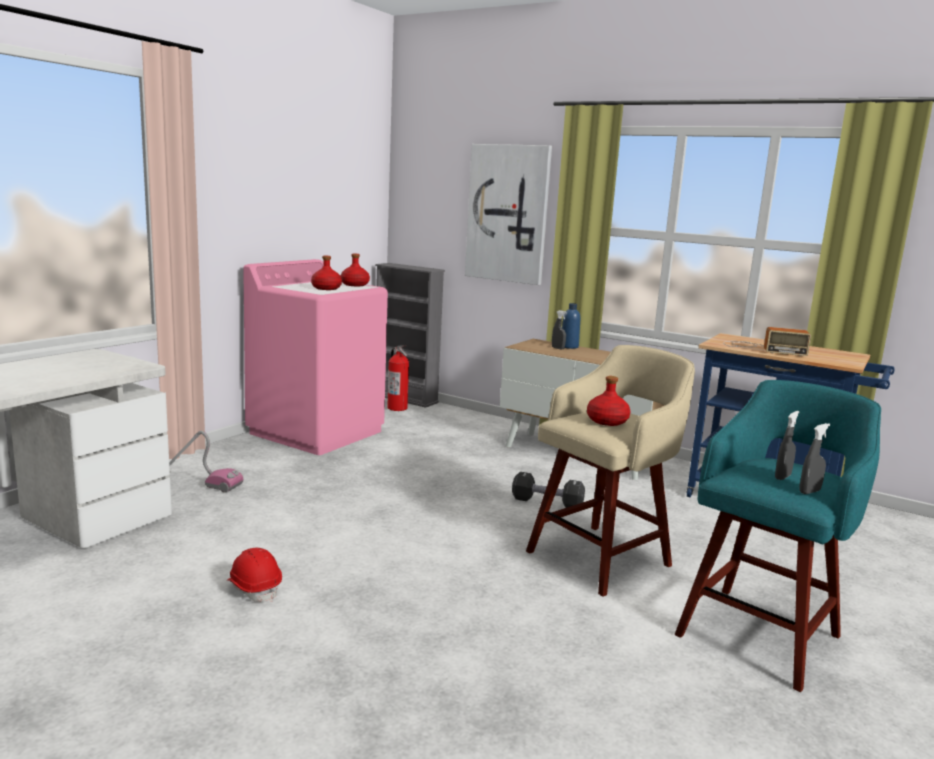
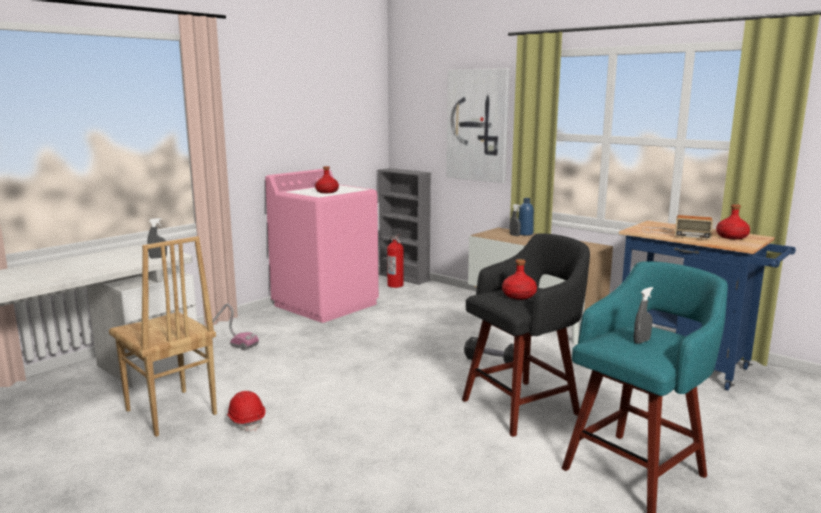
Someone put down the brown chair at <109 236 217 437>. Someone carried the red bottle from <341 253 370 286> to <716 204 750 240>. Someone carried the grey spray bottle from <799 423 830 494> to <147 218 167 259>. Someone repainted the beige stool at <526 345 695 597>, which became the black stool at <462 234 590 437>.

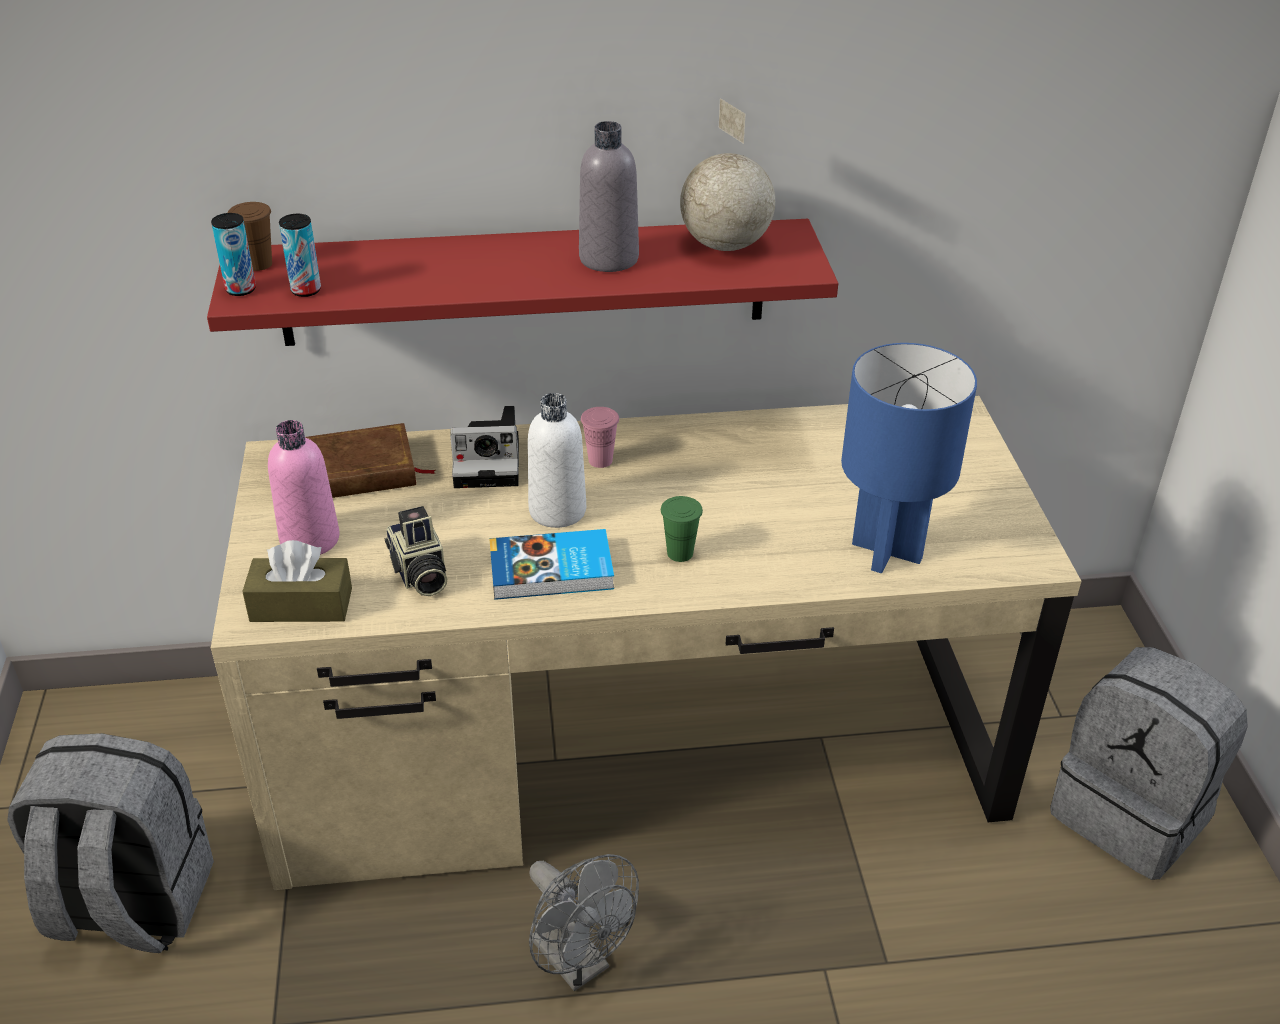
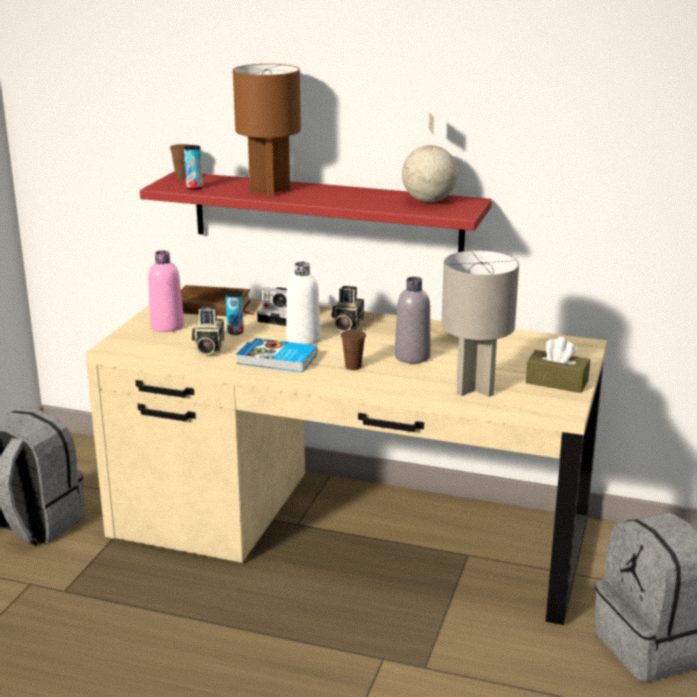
Someone took away the grey fan at <529 854 639 991>. Someone put down the brown table lamp at <233 64 301 197>. Someone carried the can from <211 213 256 296> to <225 290 244 335>. Someone carried the brown tissue box from <242 540 352 622> to <526 337 590 393>. Someone carried the grey bottle from <579 121 639 272> to <395 277 430 363>. Someone swapped the pink cup at <581 407 619 468> for the photo camera at <331 286 364 332>. Someone repainted the green cup at <661 496 703 562>, which became the brown cup at <341 330 366 370>. Someone repainted the blue table lamp at <841 343 977 573>, which became the grey table lamp at <441 250 519 397>.

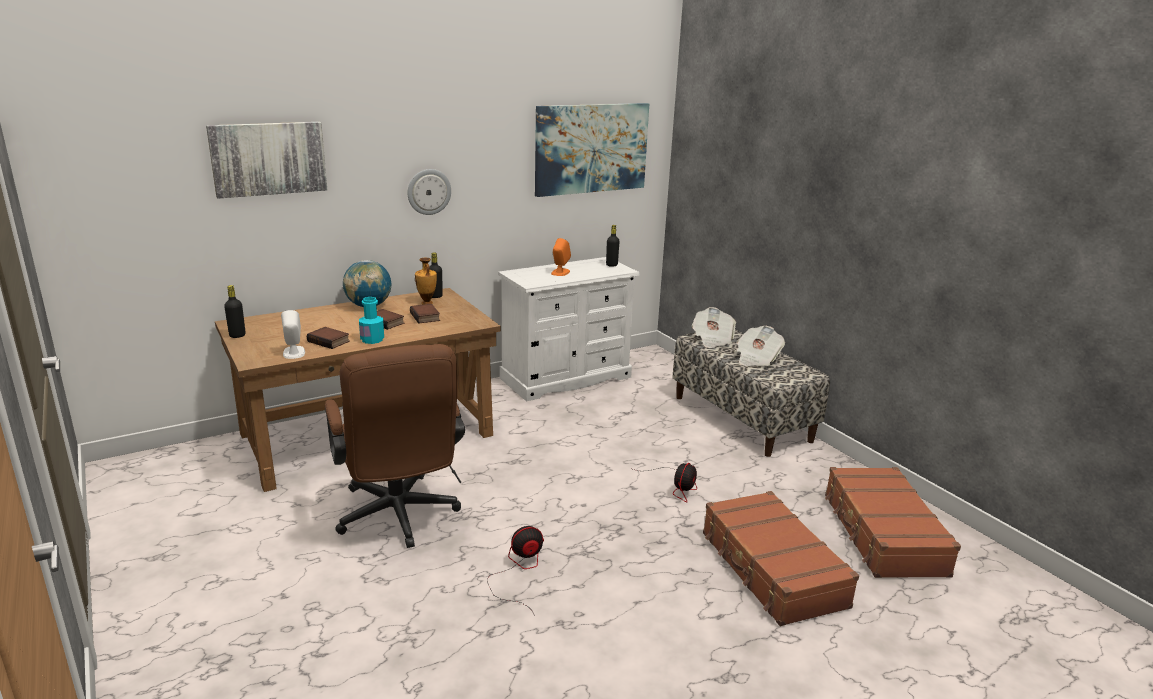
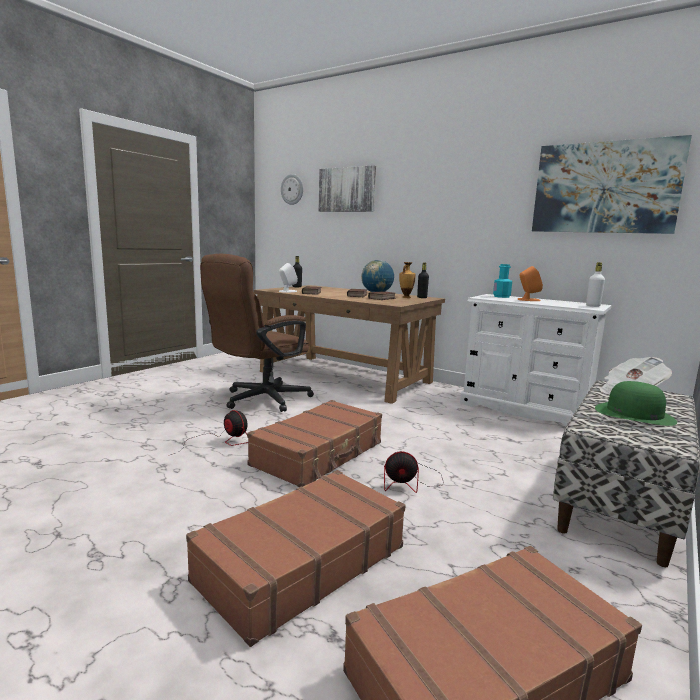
Someone put down the brown suitcase at <247 400 382 487>. Someone carried the turquoise bottle from <359 297 384 344> to <493 264 512 298>. Someone carried the wall clock from <407 169 451 215> to <281 174 303 205>. Someone swapped the newspaper at <736 326 785 366> for the green hat at <595 381 677 426>. Someone repainted the black bottle at <606 225 619 267>, which became the white bottle at <586 262 605 307>.

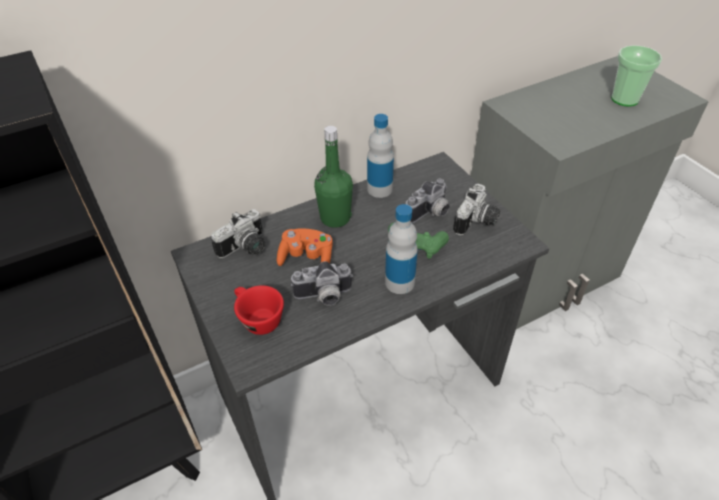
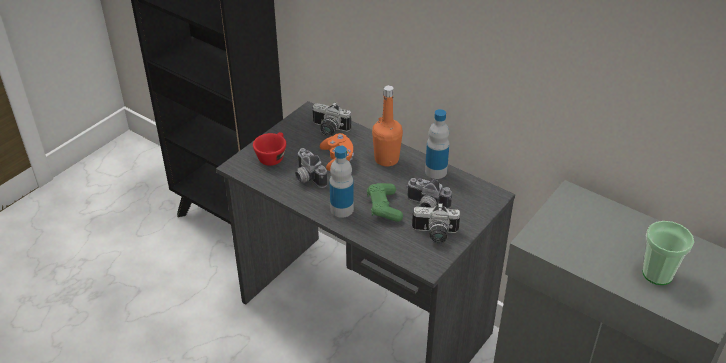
Someone repainted the green bottle at <314 126 353 228>, which became the orange bottle at <372 85 403 166>.

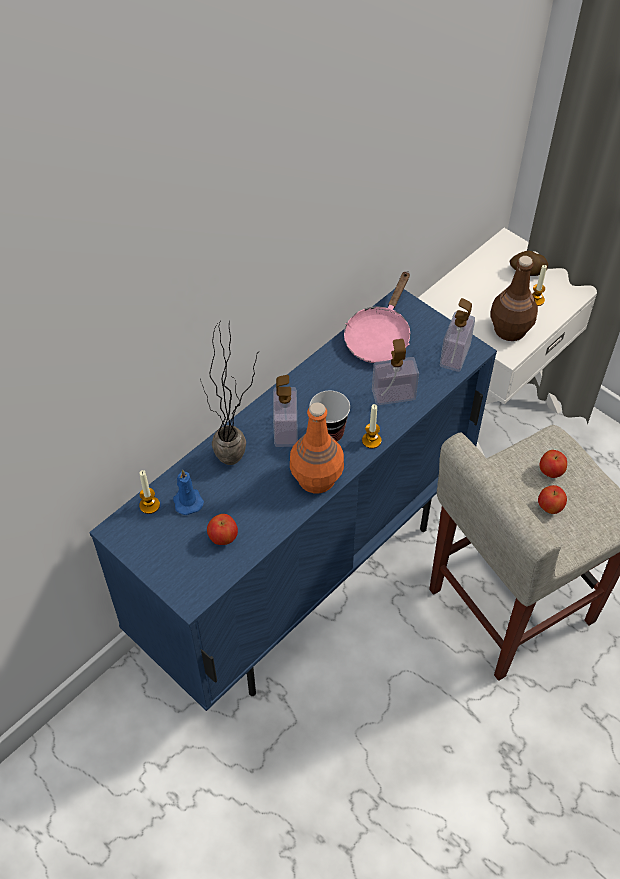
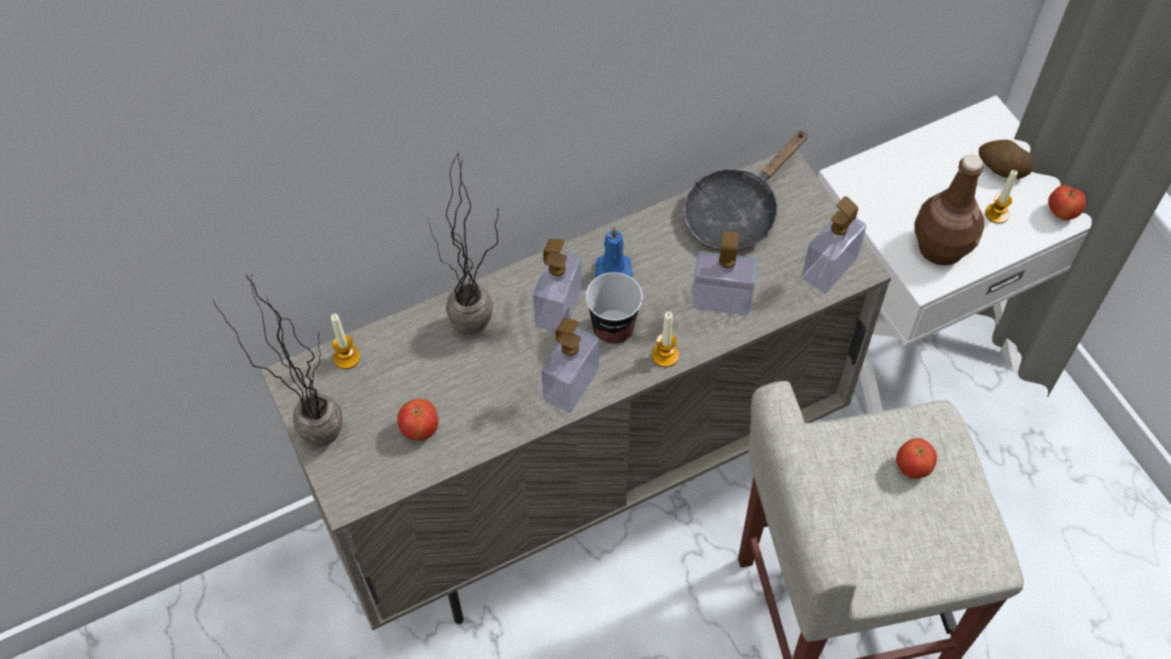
Someone put down the potted plant at <212 275 342 446>. Someone carried the blue candle from <173 469 204 515> to <595 226 633 277>. Someone carried the apple from <538 485 567 514> to <1048 185 1086 220>. Someone swapped the orange bottle at <290 403 344 493> for the soap dispenser at <542 318 599 413>. Someone repainted the blue cabinet at <89 289 497 711>, which became the beige cabinet at <261 150 891 630>. Someone repainted the pink frying pan at <344 271 410 363>, which became the black frying pan at <684 130 808 251>.

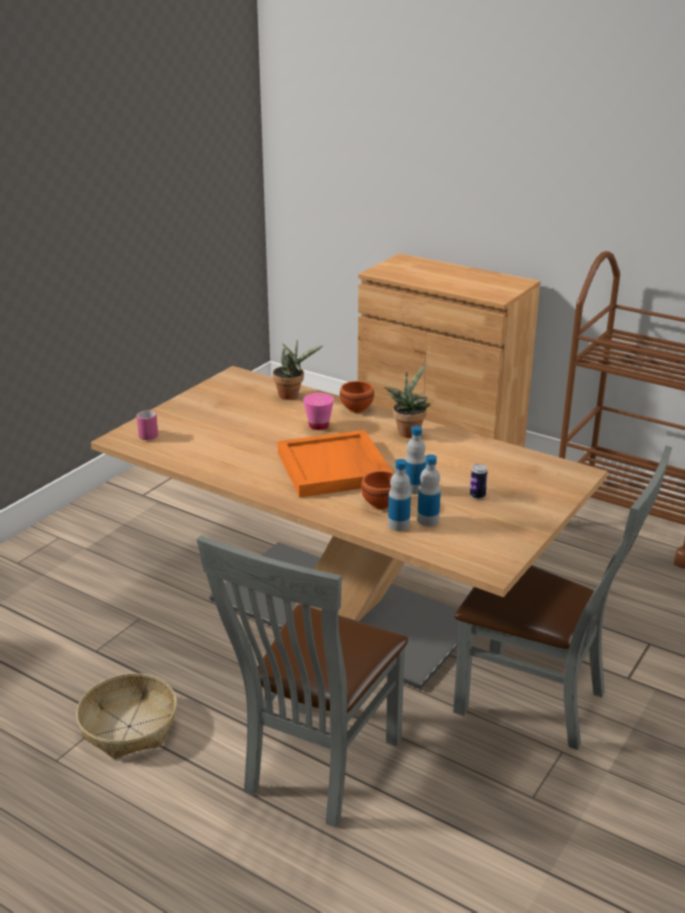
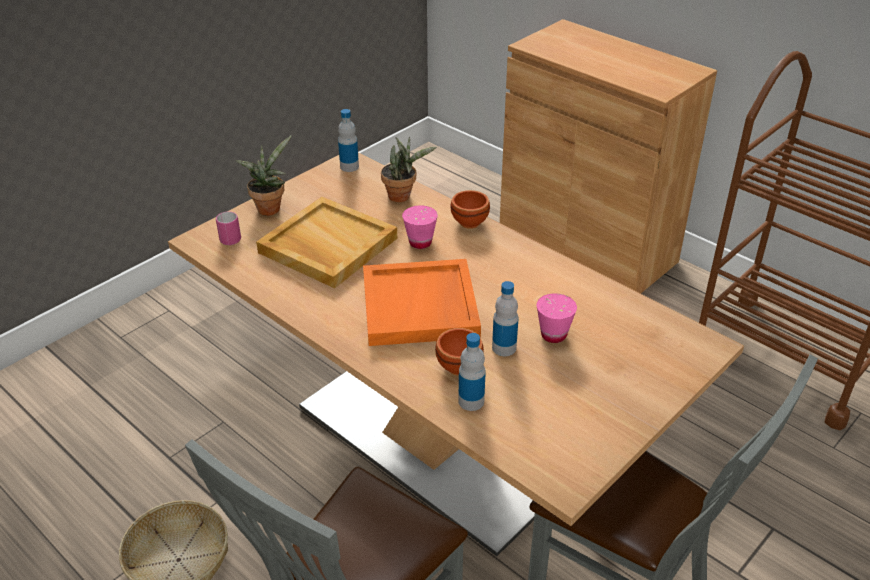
Someone took away the can at <470 464 488 499>. Someone put down the beige tray at <256 197 397 288>. Someone put down the pink cup at <537 293 577 343>. Someone carried the potted plant from <384 363 431 438> to <235 135 292 216>. Someone carried the bottle from <417 454 441 526> to <338 109 359 172>.

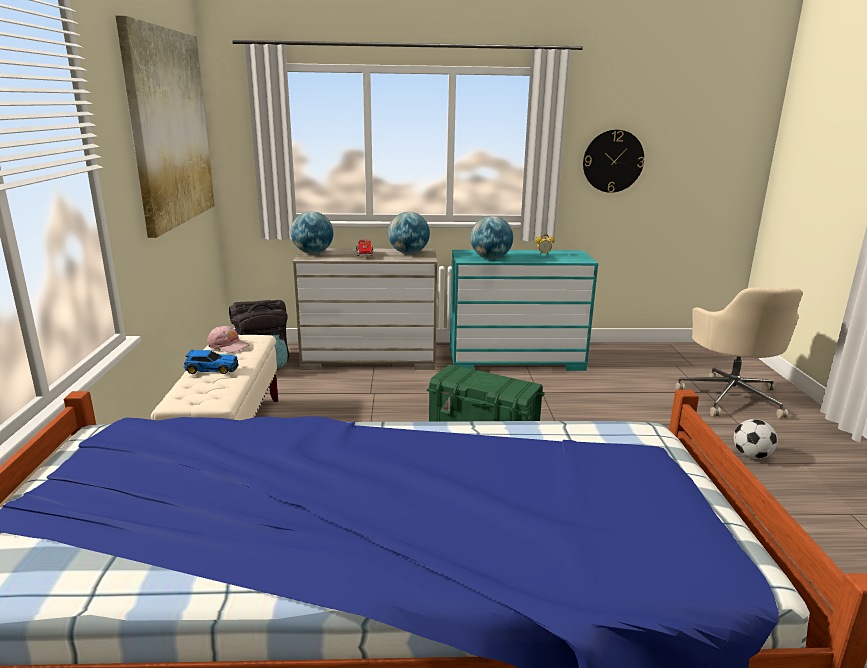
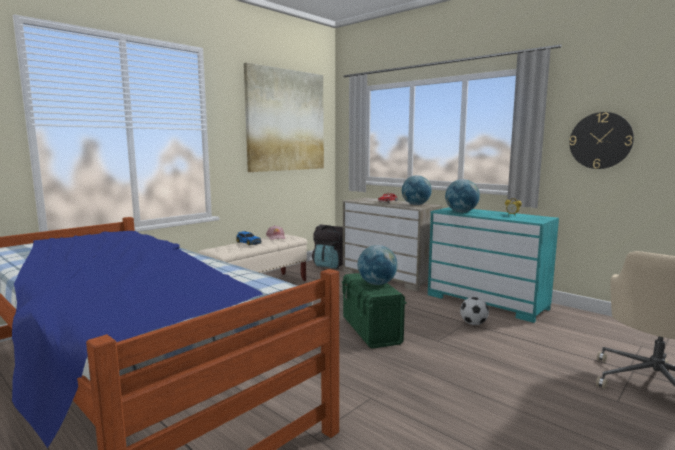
Someone carried the globe from <291 211 333 254> to <357 245 398 285>. Someone carried the football from <734 419 778 459> to <460 297 489 325>.

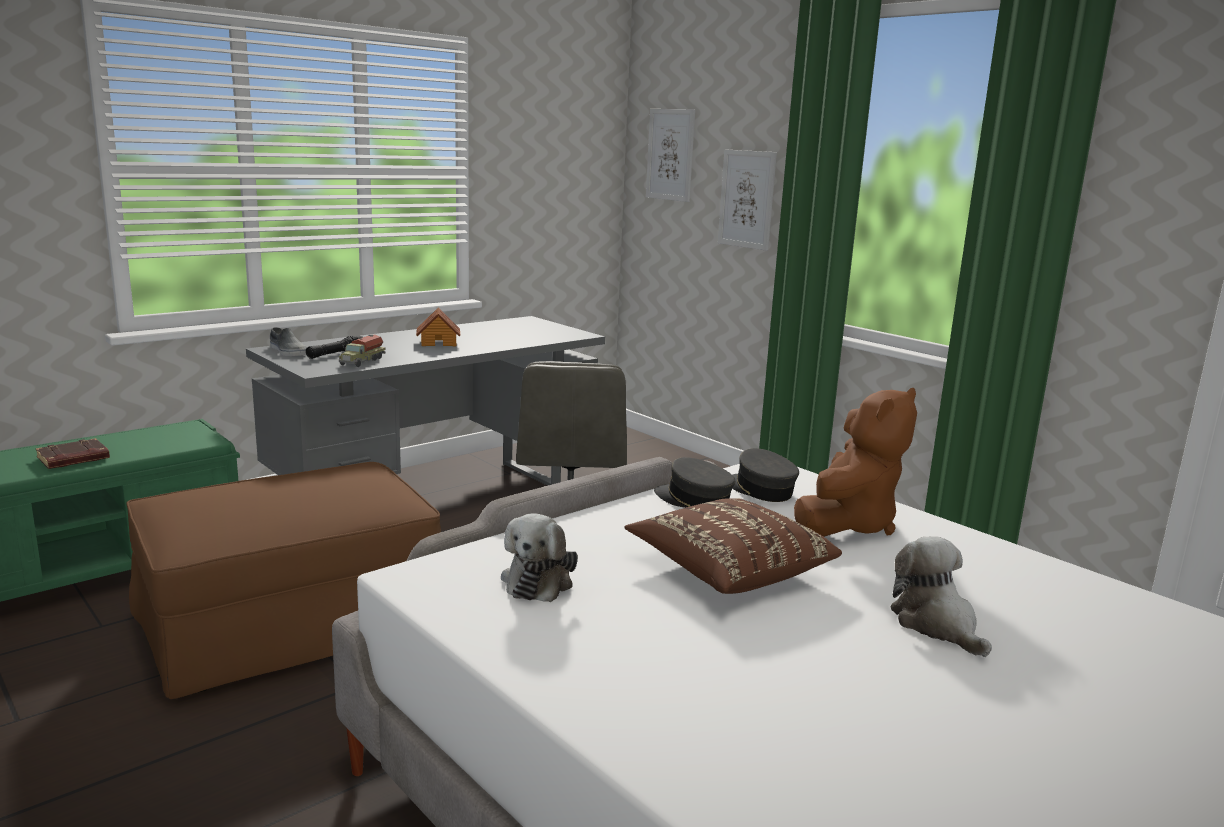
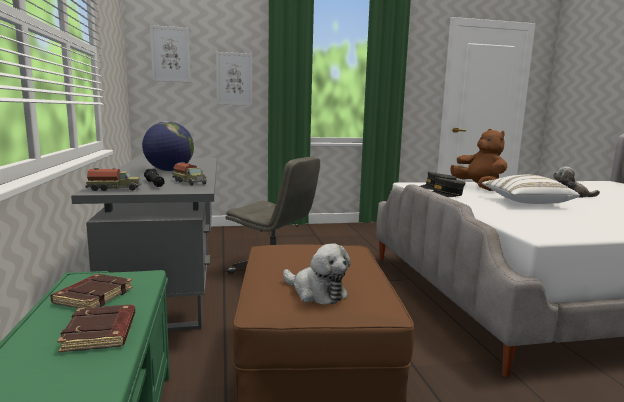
Someone put down the brown book at <51 274 133 308>. Someone carried the plush toy from <501 513 578 602> to <283 244 351 305>. Someone swapped the grey shoe at <270 327 307 356> for the toy truck at <85 168 142 191>. Someone swapped the toy house at <416 308 460 346> for the globe at <142 121 194 171>. Someone repainted the brown pillow at <625 498 842 594>, which became the white pillow at <482 175 580 204>.

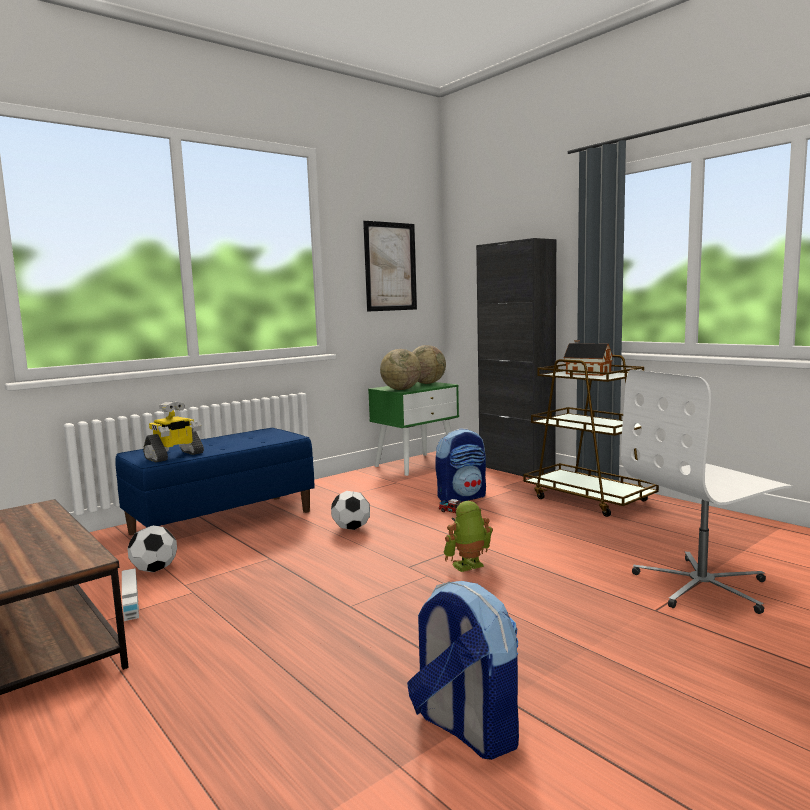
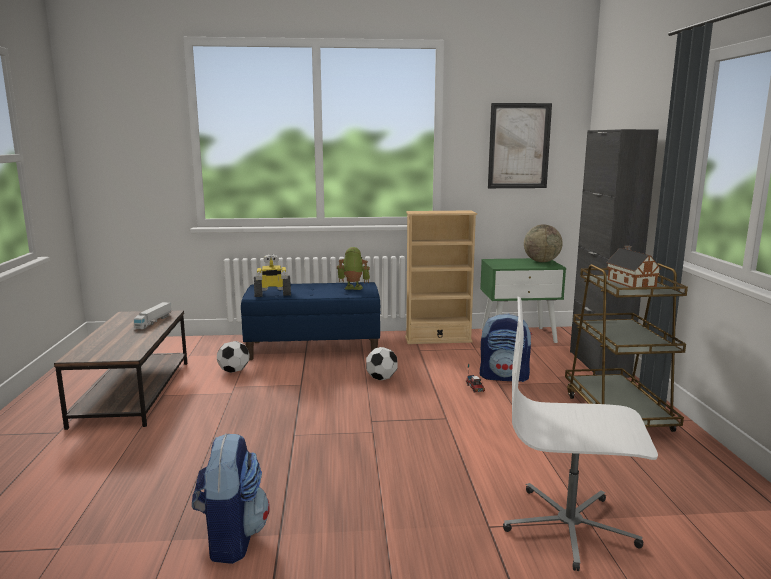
Someone took away the globe at <380 349 421 390>. Someone put down the beige bookcase at <405 210 477 344>. Someone carried the toy truck from <122 568 139 621> to <134 302 172 329>. Someone carried the toy robot from <444 501 493 572> to <337 247 370 290>.

